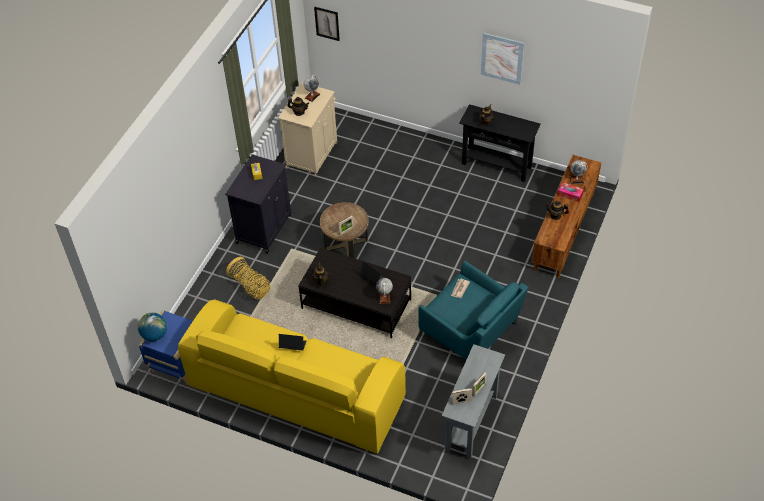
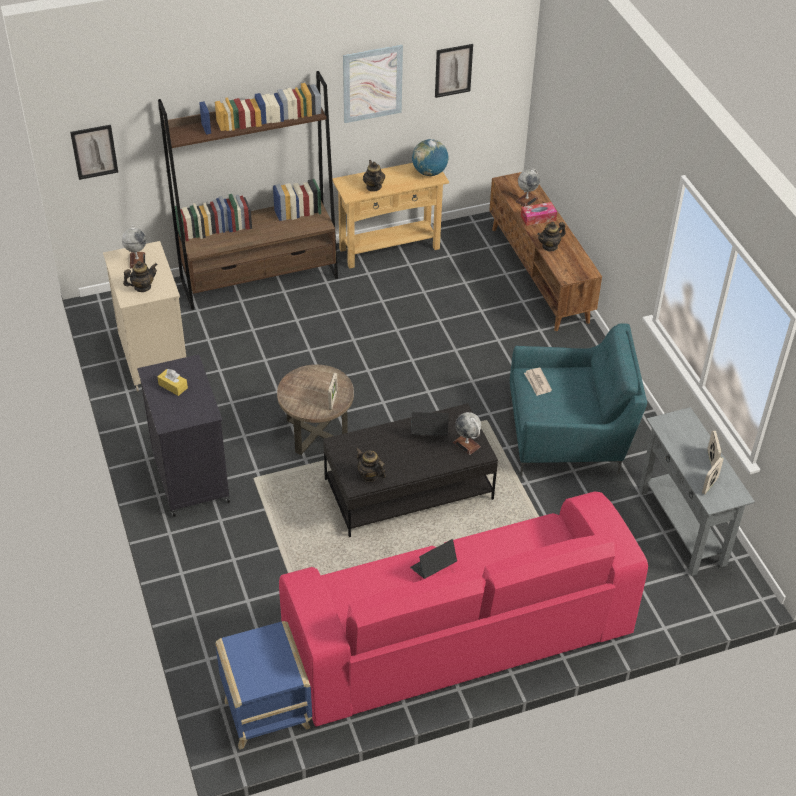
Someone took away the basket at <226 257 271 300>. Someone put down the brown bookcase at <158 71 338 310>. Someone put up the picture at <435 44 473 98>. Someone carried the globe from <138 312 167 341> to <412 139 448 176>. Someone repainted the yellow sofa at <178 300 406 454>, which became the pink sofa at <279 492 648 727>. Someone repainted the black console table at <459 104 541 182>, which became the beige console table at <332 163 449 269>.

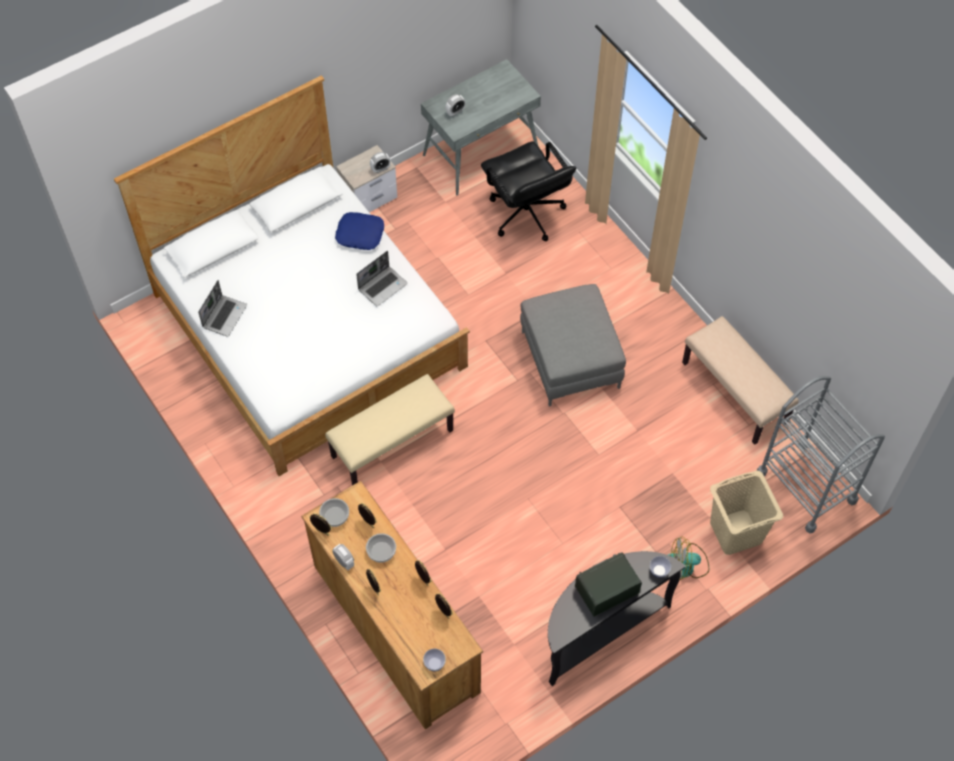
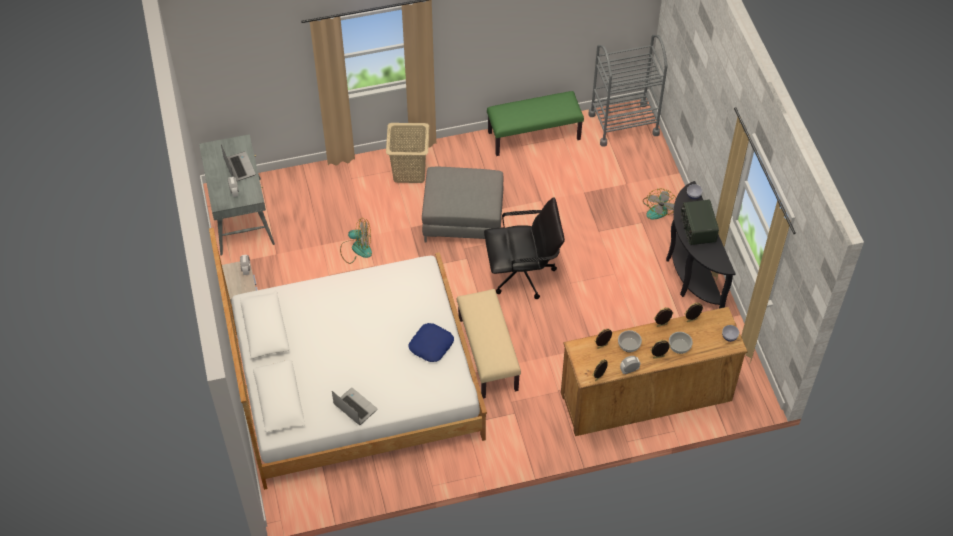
Someone put down the fan at <340 218 372 264>. Someone carried the bowl from <319 498 349 527> to <669 332 693 354>. Someone carried the blue pillow from <335 212 384 250> to <408 323 454 362>. Someone carried the laptop from <356 251 408 306> to <221 144 256 181>. Someone carried the black office chair from <481 141 576 241> to <484 197 565 299>. Someone carried the beige laundry basket from <710 471 783 555> to <386 123 429 183>. Someone repainted the beige bench at <682 316 799 445>, which became the green bench at <487 91 584 156>.

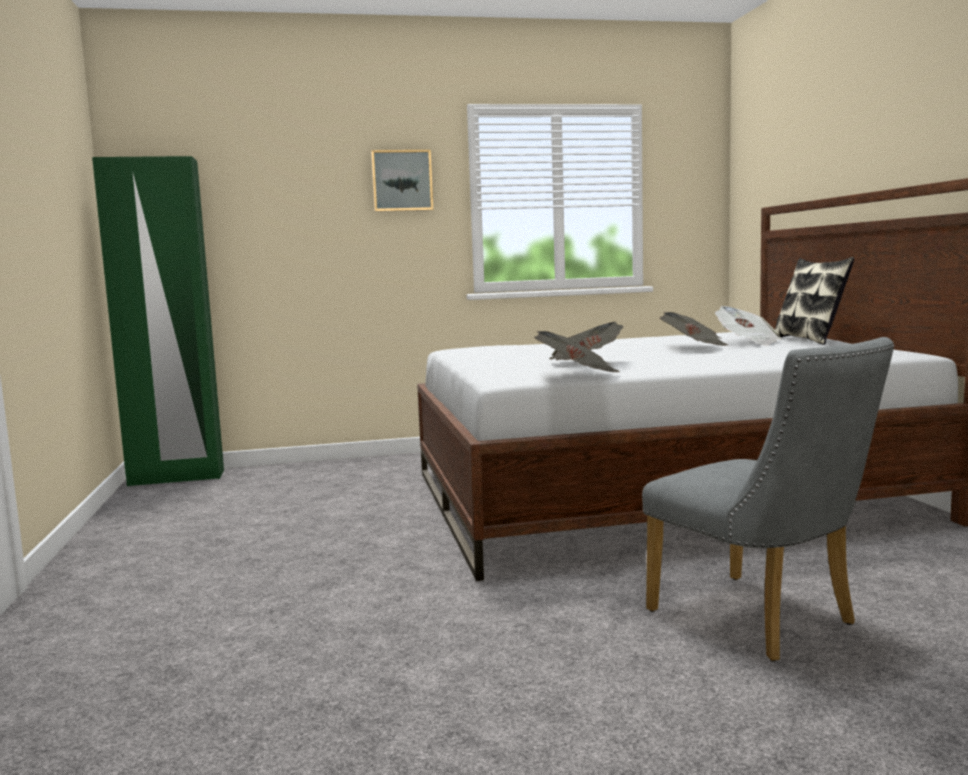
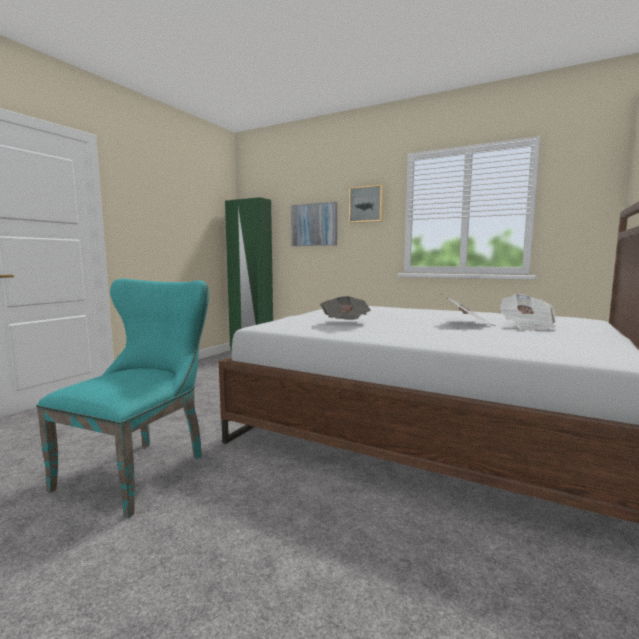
Someone took away the newspaper at <535 331 620 372>. Someone took away the grey chair at <642 337 894 661>. Someone took away the pillow at <775 257 854 345>. Someone put down the turquoise chair at <36 279 209 518>. Someone put up the picture at <291 202 337 246>.

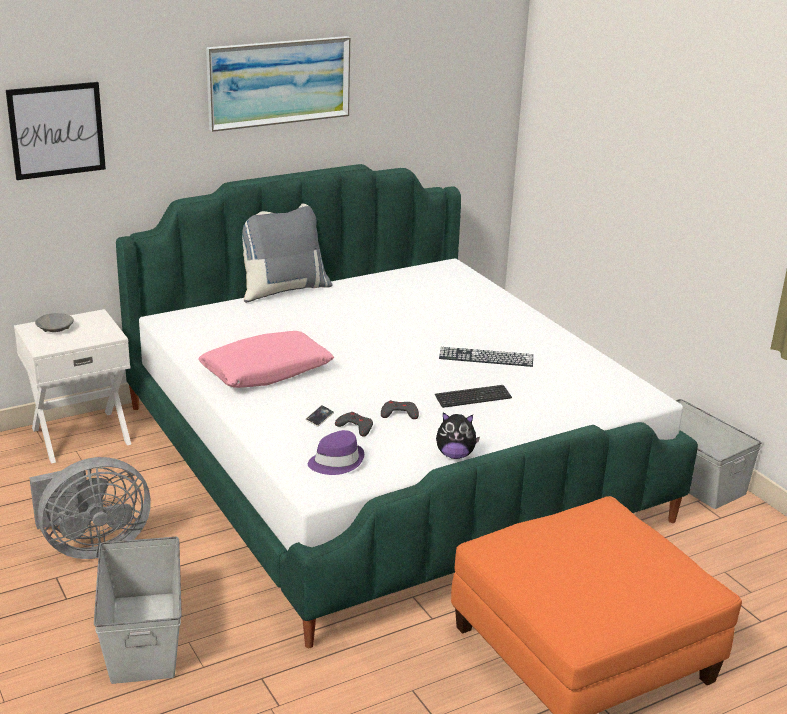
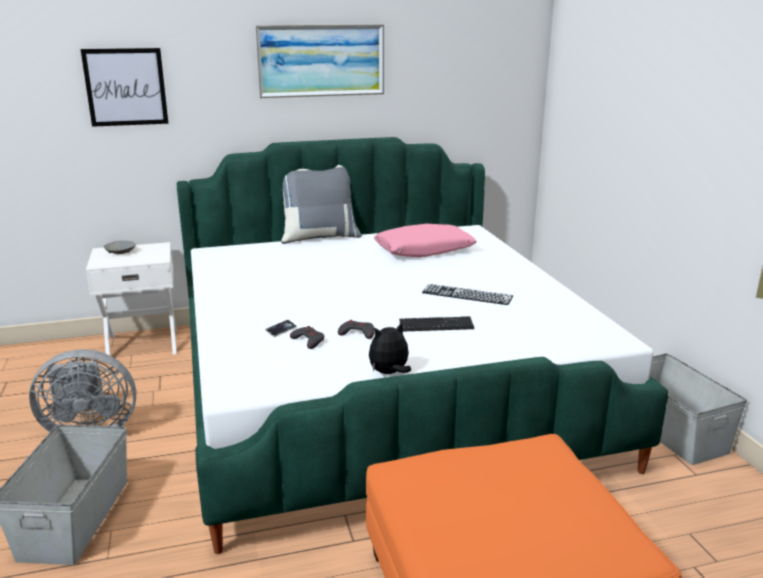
Someone took away the purple hat at <308 430 364 475>. Someone carried the pink pillow from <198 331 334 388> to <374 224 477 257>. Someone rotated the plush toy at <436 412 480 459> by 135 degrees clockwise.

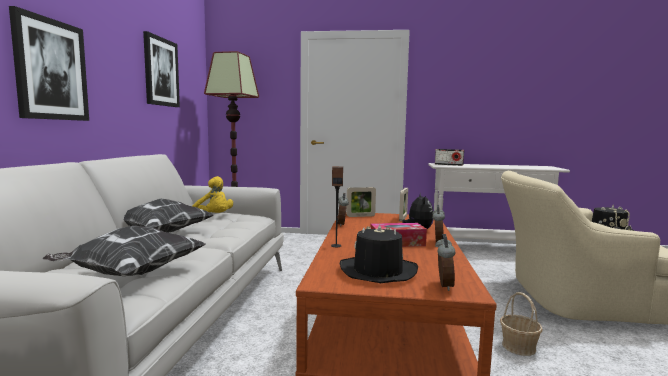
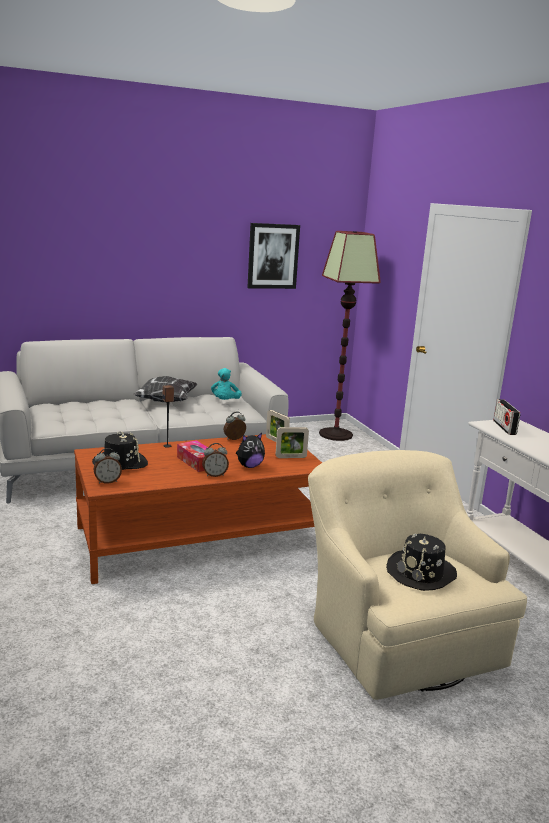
Someone took away the picture at <9 6 89 121>. Someone took away the pillow at <42 226 205 276>. Someone took away the basket at <500 292 543 356>. Someone repainted the yellow plush toy at <193 176 233 213>, which became the turquoise plush toy at <211 368 242 400>.

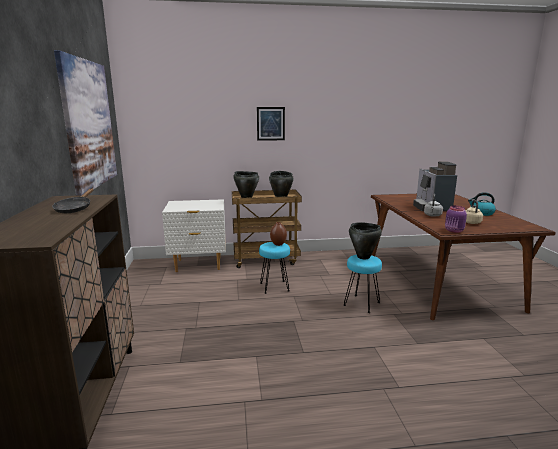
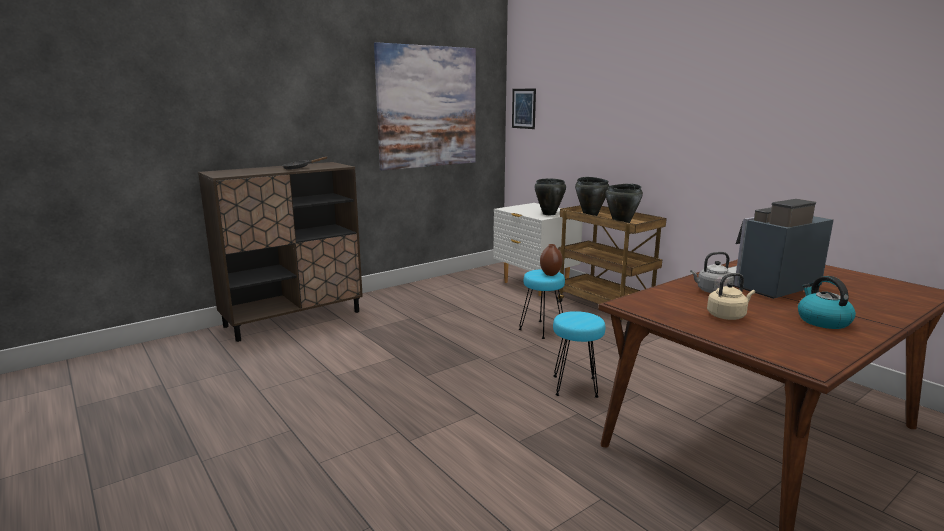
Someone took away the purple jar at <445 205 467 233>. Someone carried the picture from <257 107 285 141> to <512 89 536 129>. Someone carried the black cooking pot from <349 222 382 259> to <535 178 566 215>.

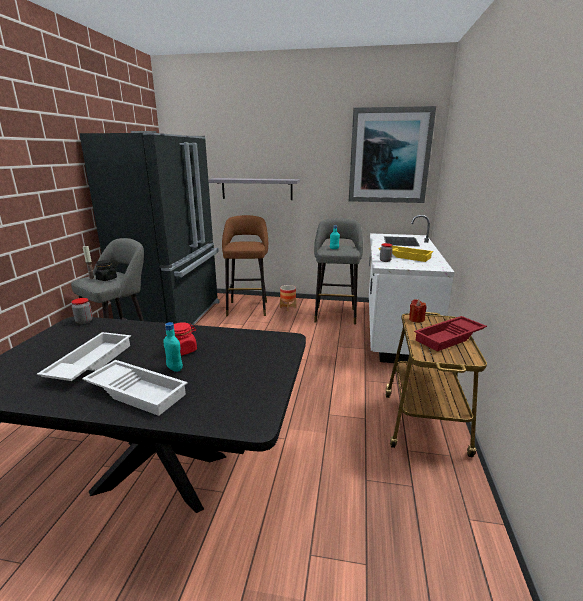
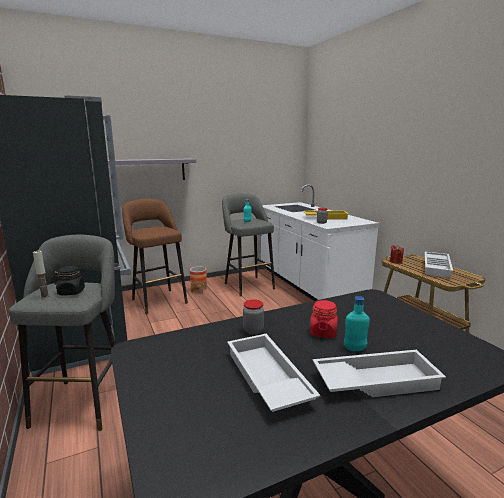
Someone took away the picture at <349 106 436 203>. Someone carried the jar from <71 298 93 324> to <243 299 264 335>. Someone repainted the red tray at <414 316 487 352>, which became the white tray at <425 252 453 278>.

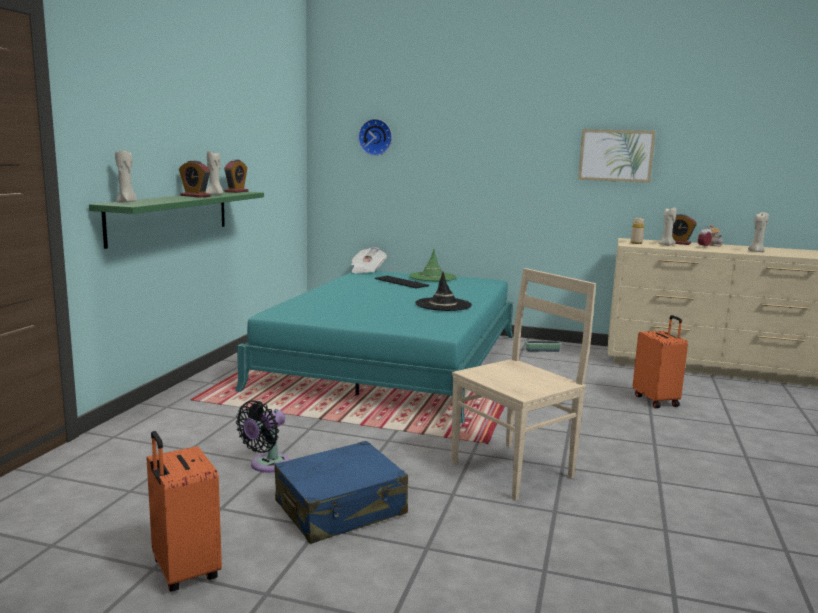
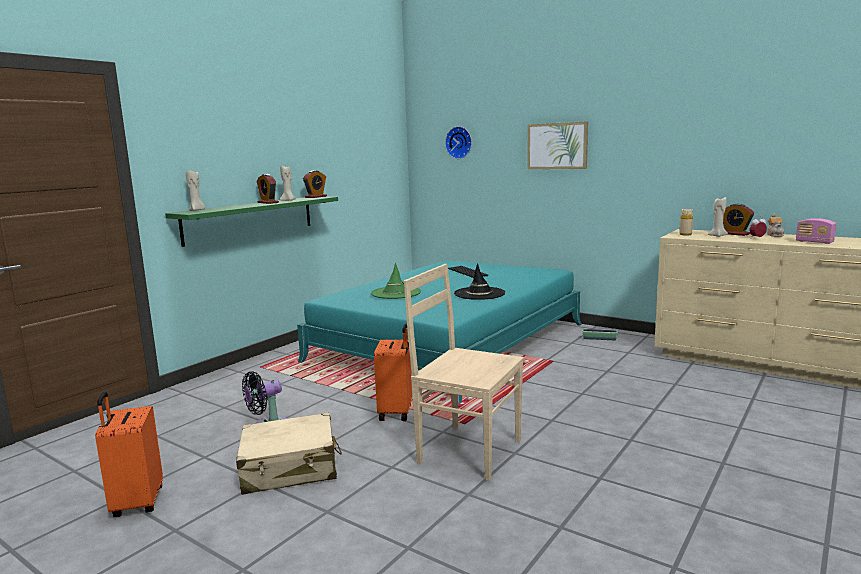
Someone took away the newspaper at <351 247 387 273>. Someone carried the green hat from <409 249 456 281> to <371 263 421 299>. Someone carried the picture from <578 129 656 183> to <527 121 588 169>. Someone carried the orange suitcase from <633 315 688 408> to <374 324 412 421>. Someone swapped the beige candle at <748 212 769 252> for the radio at <796 218 836 244>. Someone repainted the blue suitcase at <275 441 408 544>, which became the beige suitcase at <236 412 342 495>. Someone rotated the beige chair at <451 268 596 500> by 135 degrees counterclockwise.

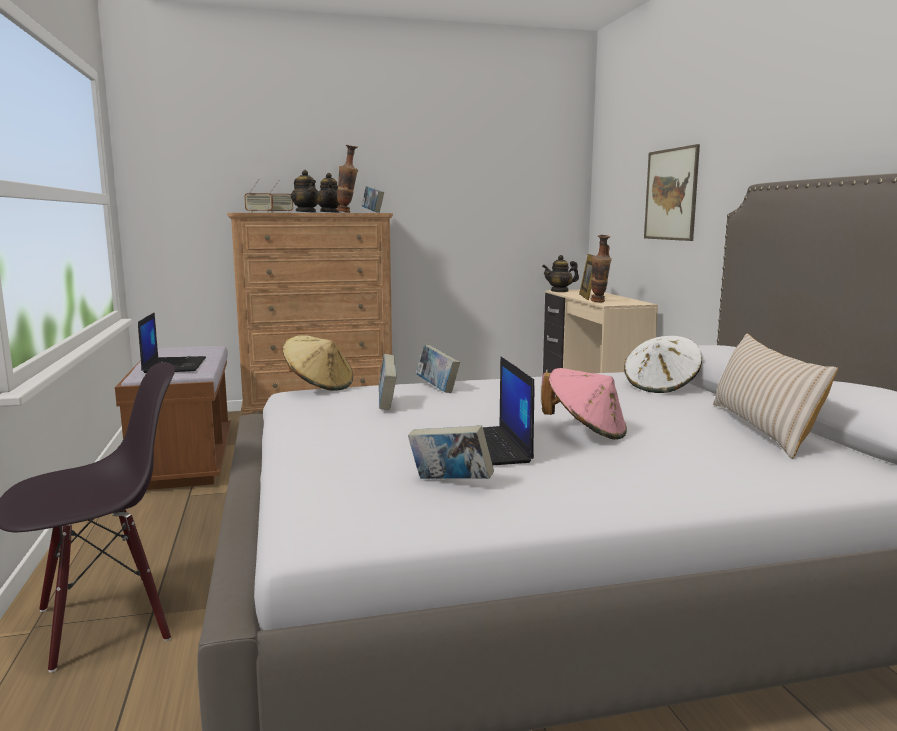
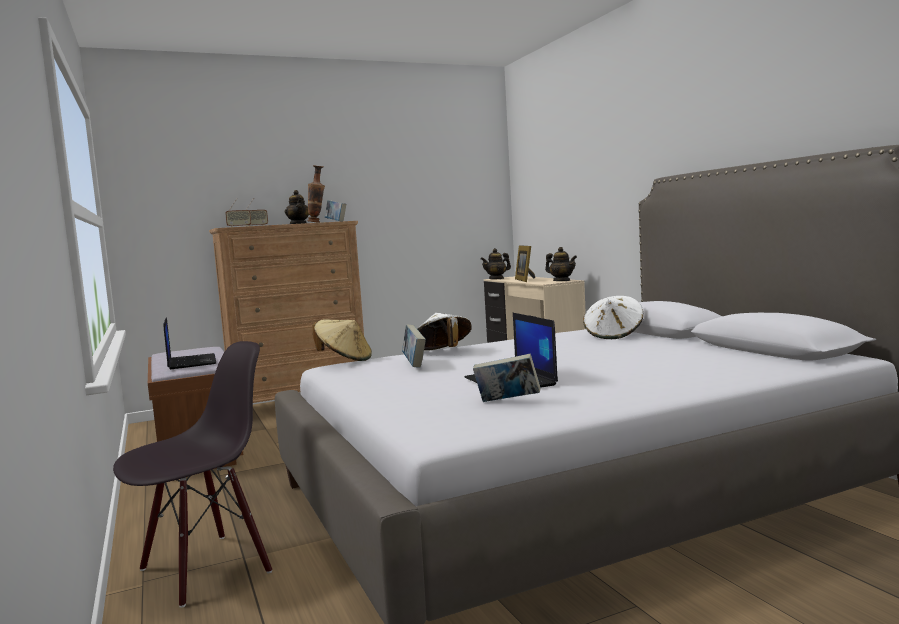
Someone took away the pink hat at <541 368 627 440>. Someone took away the vase at <591 235 612 303>. Someone took away the picture at <644 144 700 241>. Someone took away the beige pillow at <713 334 838 459>. Someone carried the teapot from <291 170 321 213> to <545 247 577 281>. Someone swapped the book at <417 345 460 393> for the white hat at <417 313 472 350>.

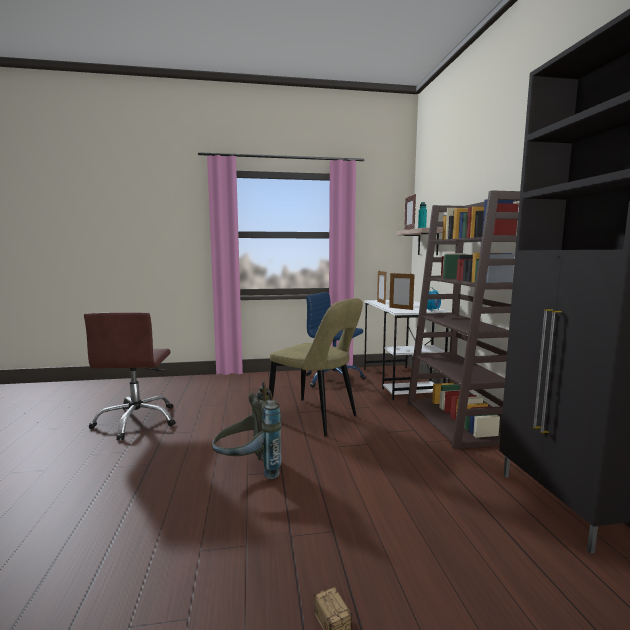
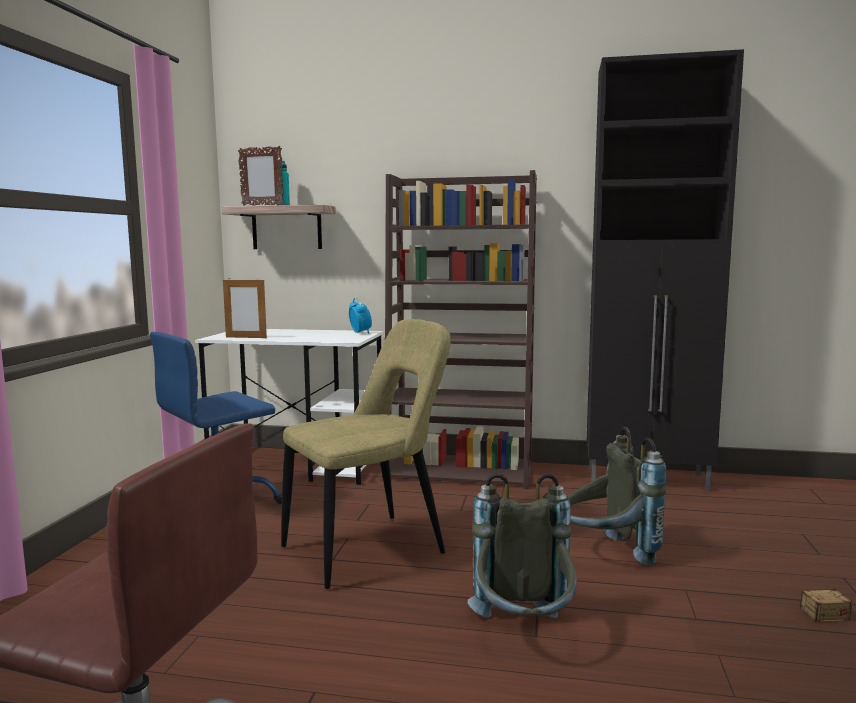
Someone took away the picture frame at <389 272 415 310>. Someone put down the grey backpack at <567 427 667 565>.

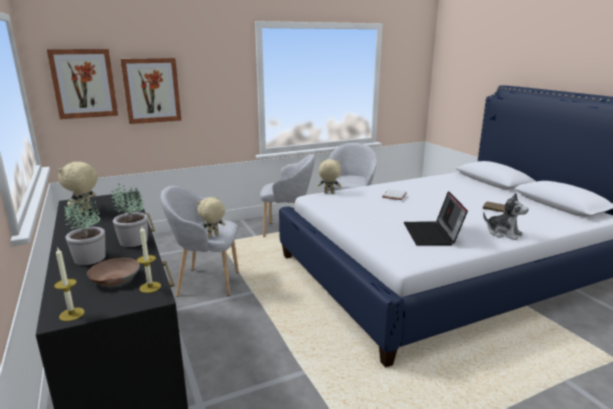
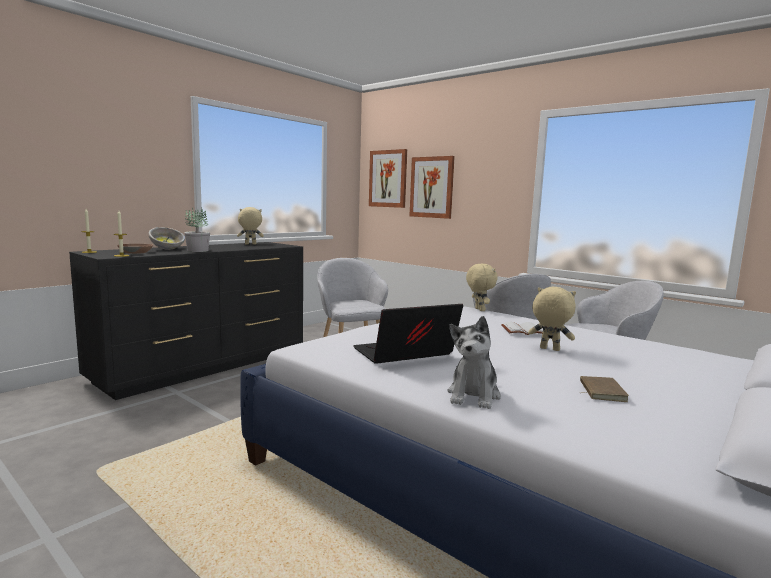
Someone carried the beige plush toy from <197 196 226 237> to <528 287 576 351>. Someone swapped the potted plant at <64 194 106 265> for the bowl at <149 227 185 250>.

